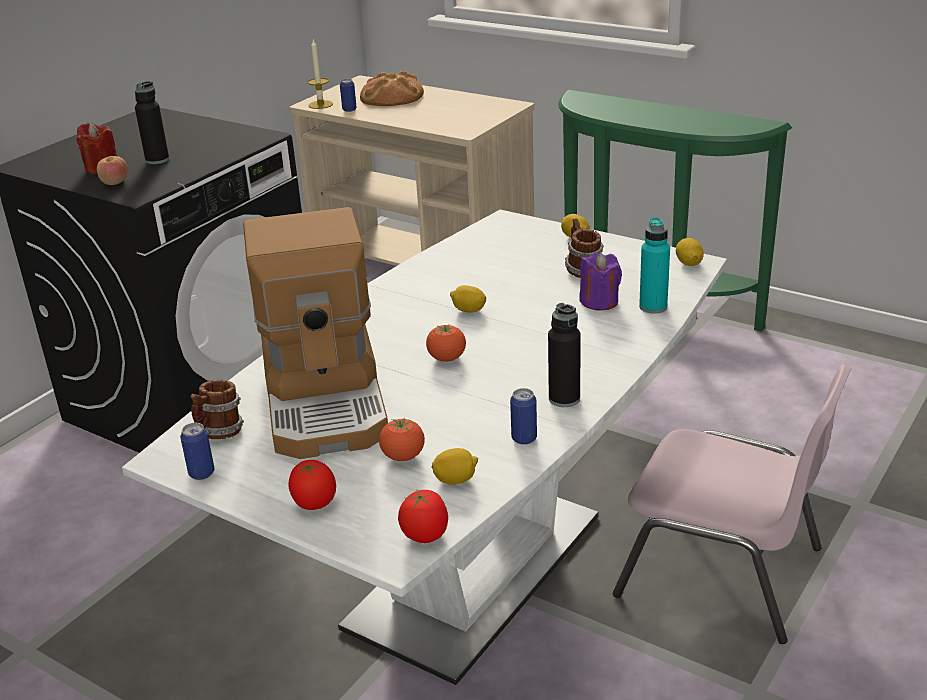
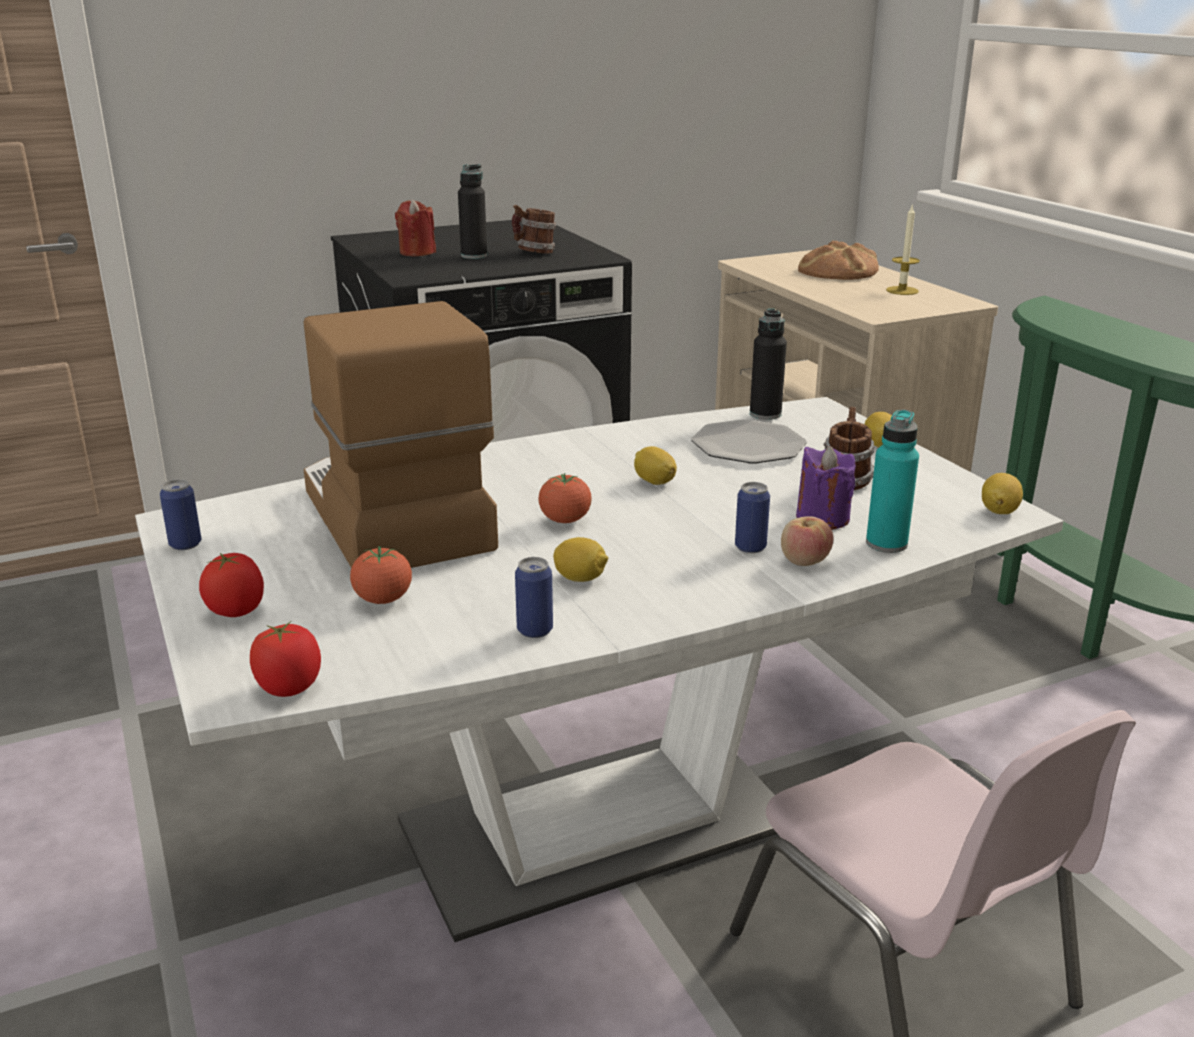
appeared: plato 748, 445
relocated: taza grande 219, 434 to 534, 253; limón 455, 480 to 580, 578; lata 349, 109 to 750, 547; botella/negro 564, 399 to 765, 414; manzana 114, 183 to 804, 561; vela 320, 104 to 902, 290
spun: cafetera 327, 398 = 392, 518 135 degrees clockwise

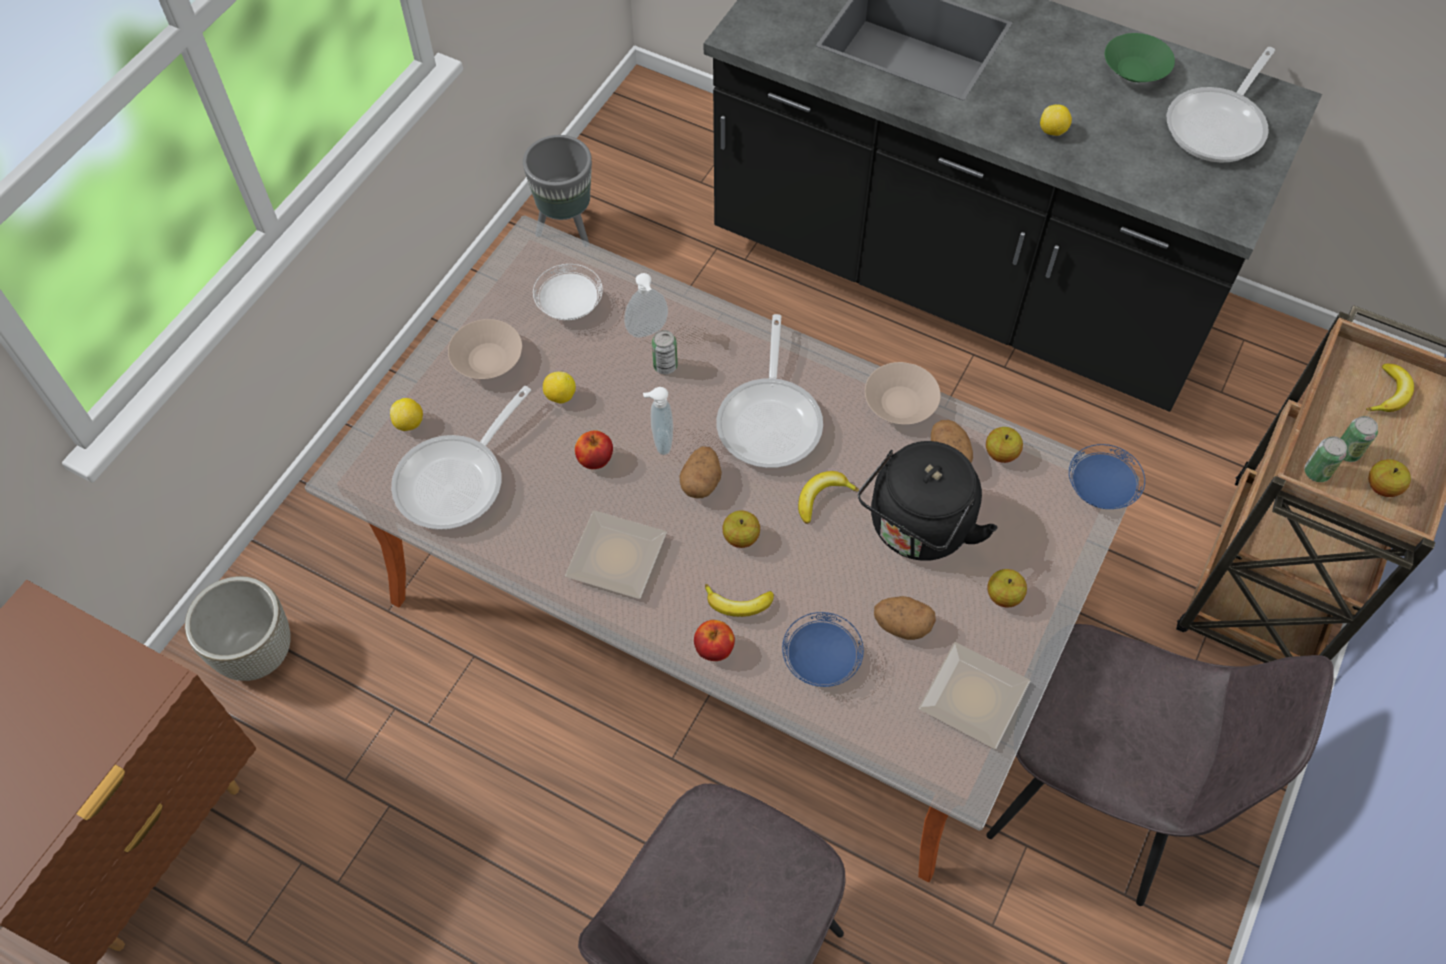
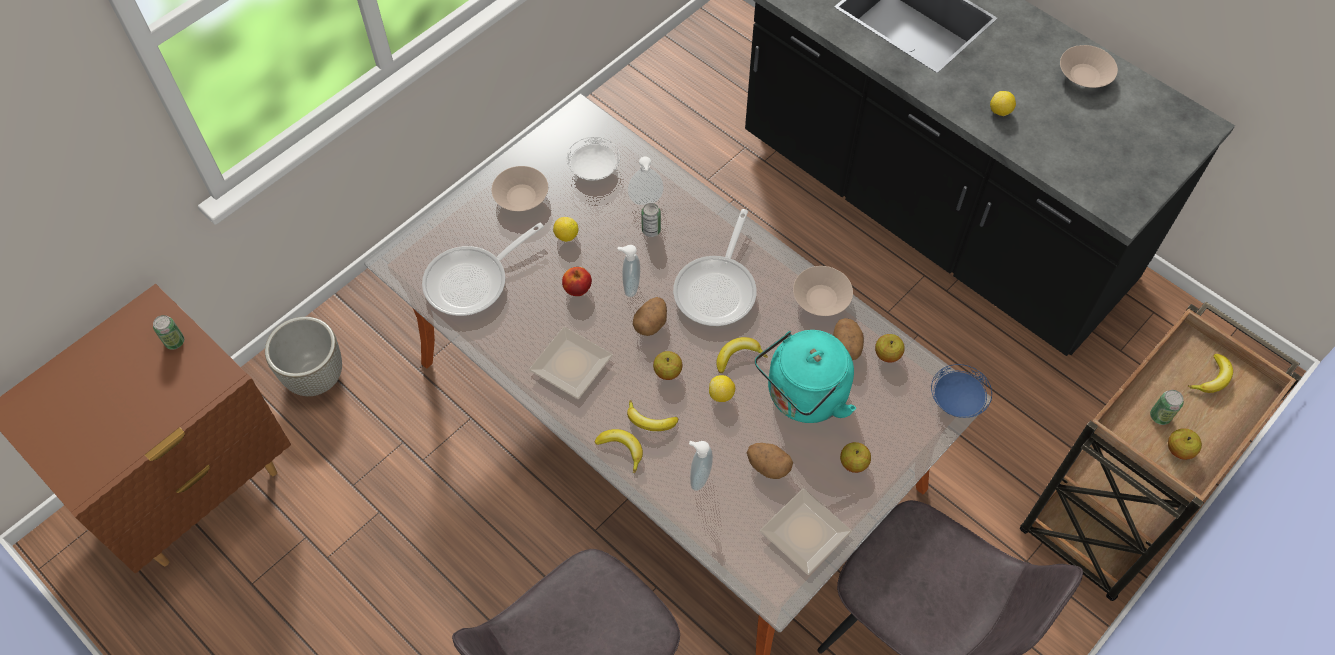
missing: maceta/gris 567, 229; sartén 1219, 126
relocated: lata 1316, 472 to 175, 342; limón 409, 423 to 721, 395
exchanged: manzana 714, 649 to plátano 622, 449; plato/azul 821, 660 to dispensador de jabón 698, 477
colour: hervidor/negro 917, 529 to hervidor/turquesa 803, 397; cuenco/verde 1135, 70 to cuenco/beis 1084, 76

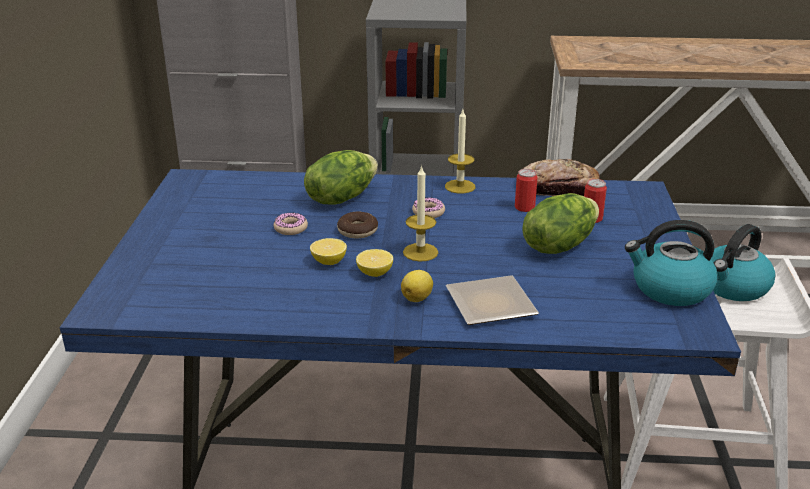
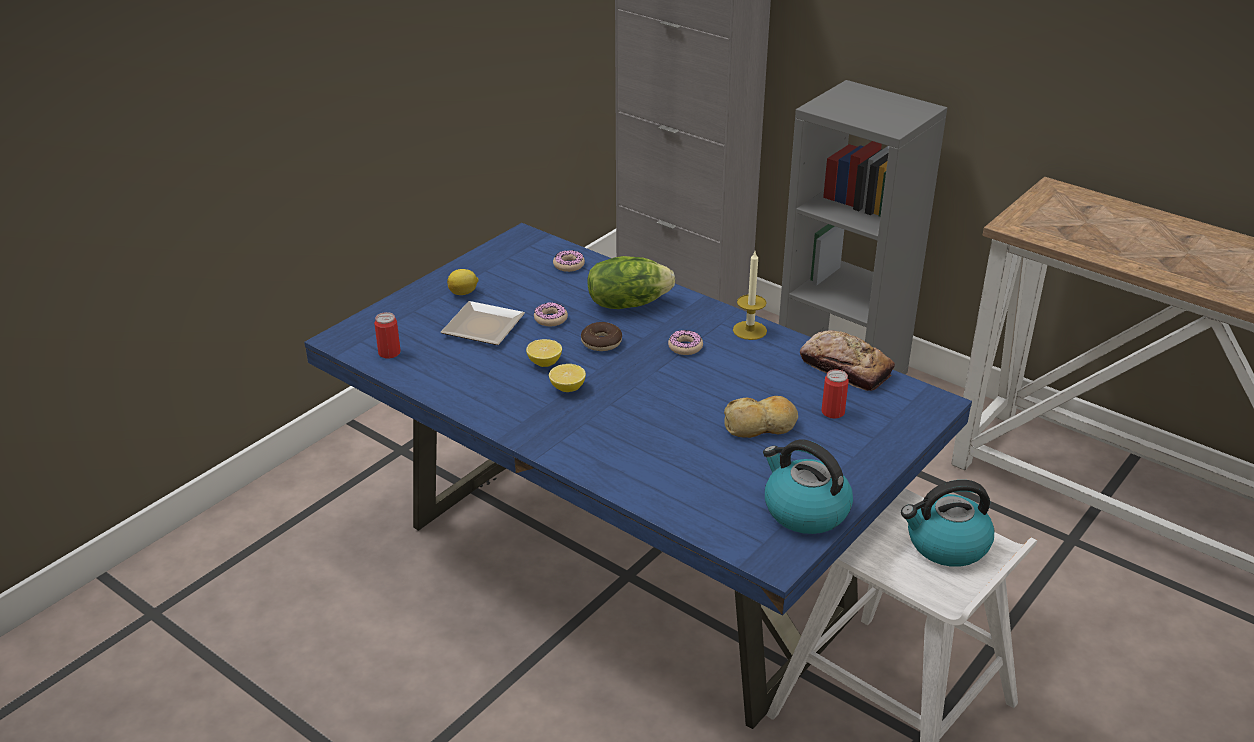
missing: vela 420, 252
appeared: rosquilla 569, 265
relocated: lata 524, 207 to 389, 353; plato 489, 306 to 480, 328; limón 417, 298 to 464, 293
exchanged: lechuga 558, 245 to pan 761, 426

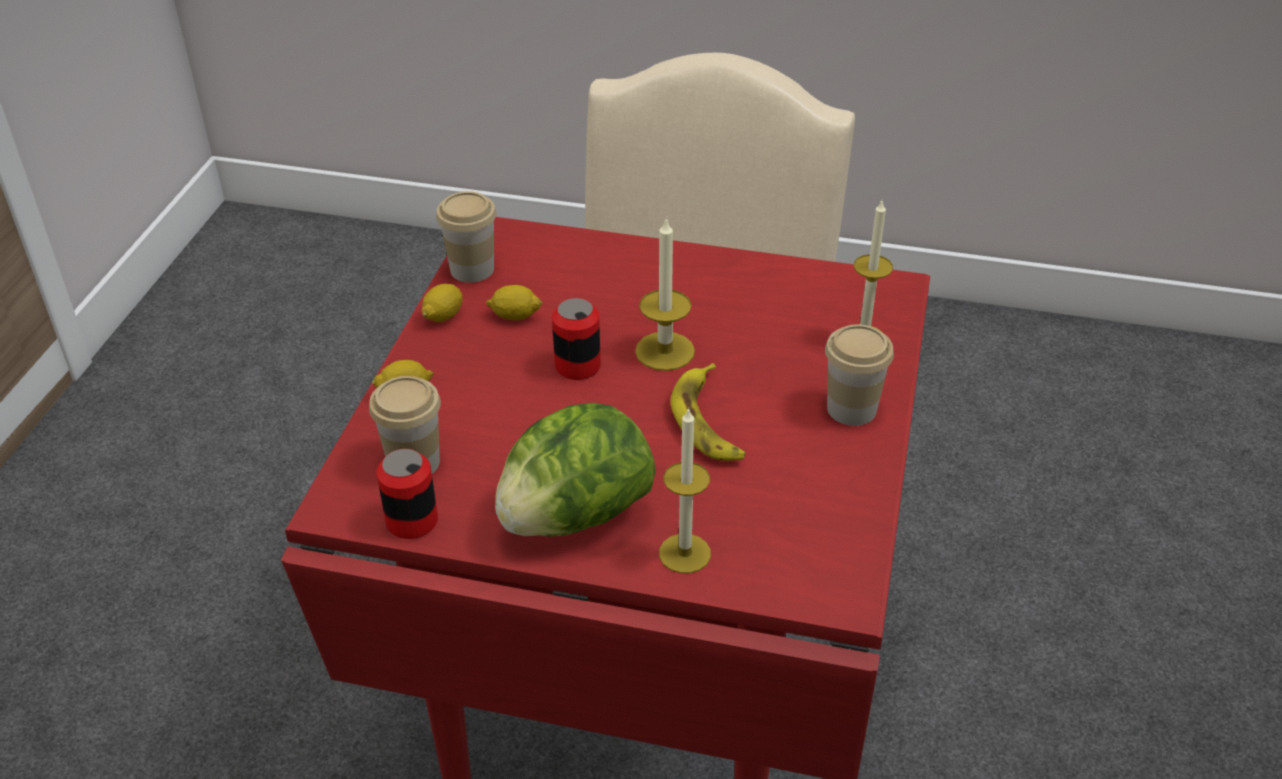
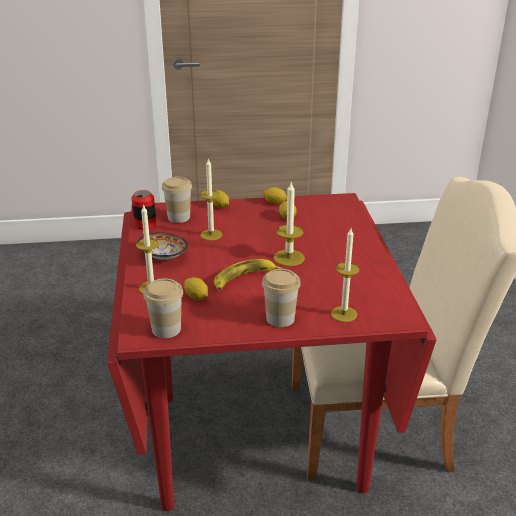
missing: lata 577, 366
appeared: limón 196, 297; vela 211, 235
relocated: taza 472, 269 to 166, 329
exchanged: lechuga 575, 516 to cuenco 163, 257

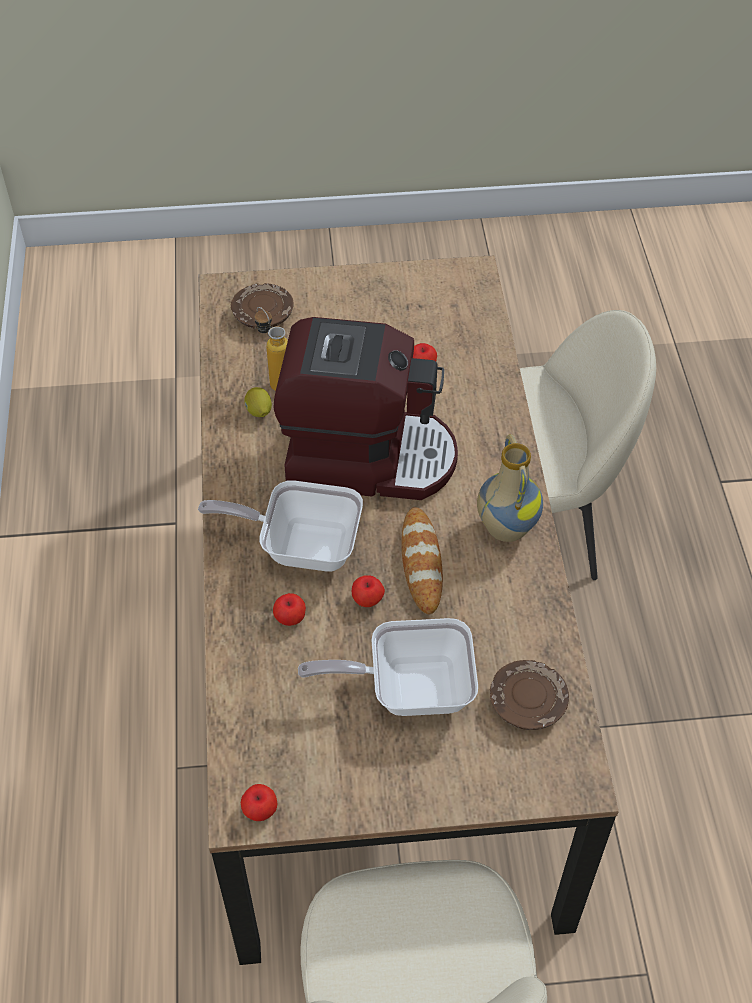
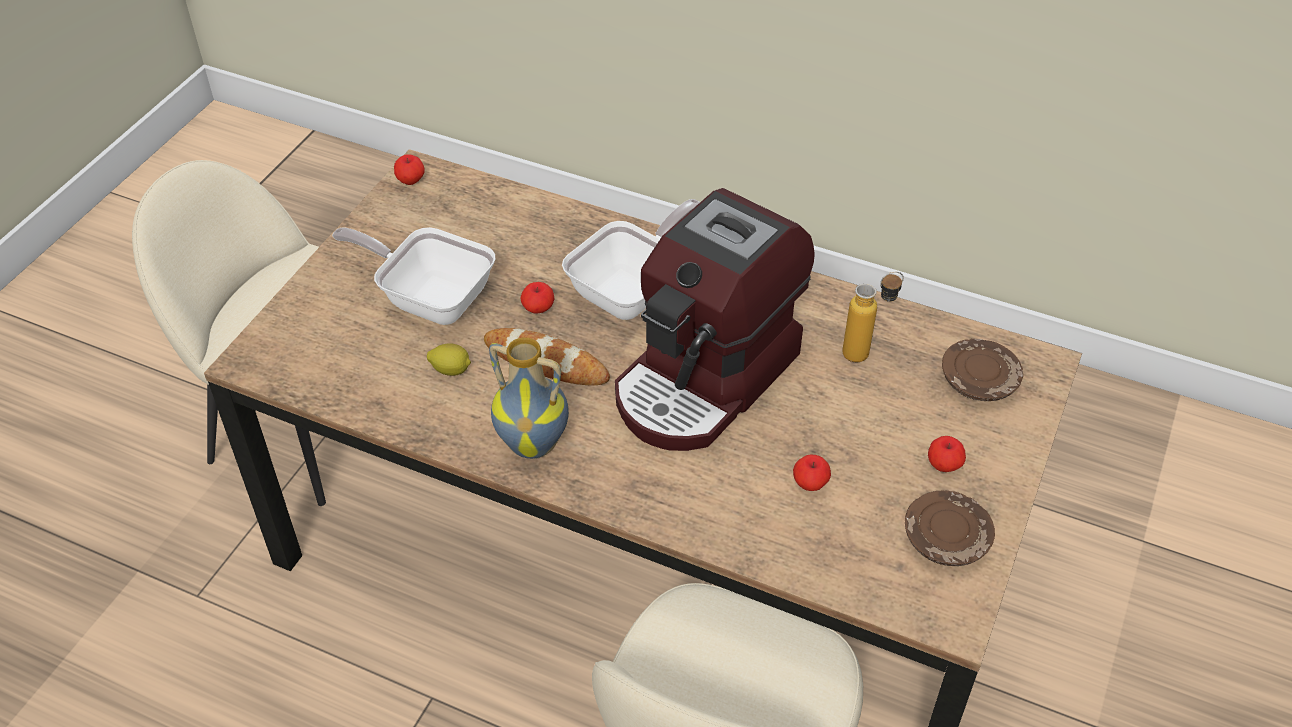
relocated: limón 259, 412 to 451, 370; plato/marrón 527, 702 to 946, 538; manzana 290, 618 to 944, 465
spun: sartén 409, 688 = 430, 298 90 degrees counterclockwise

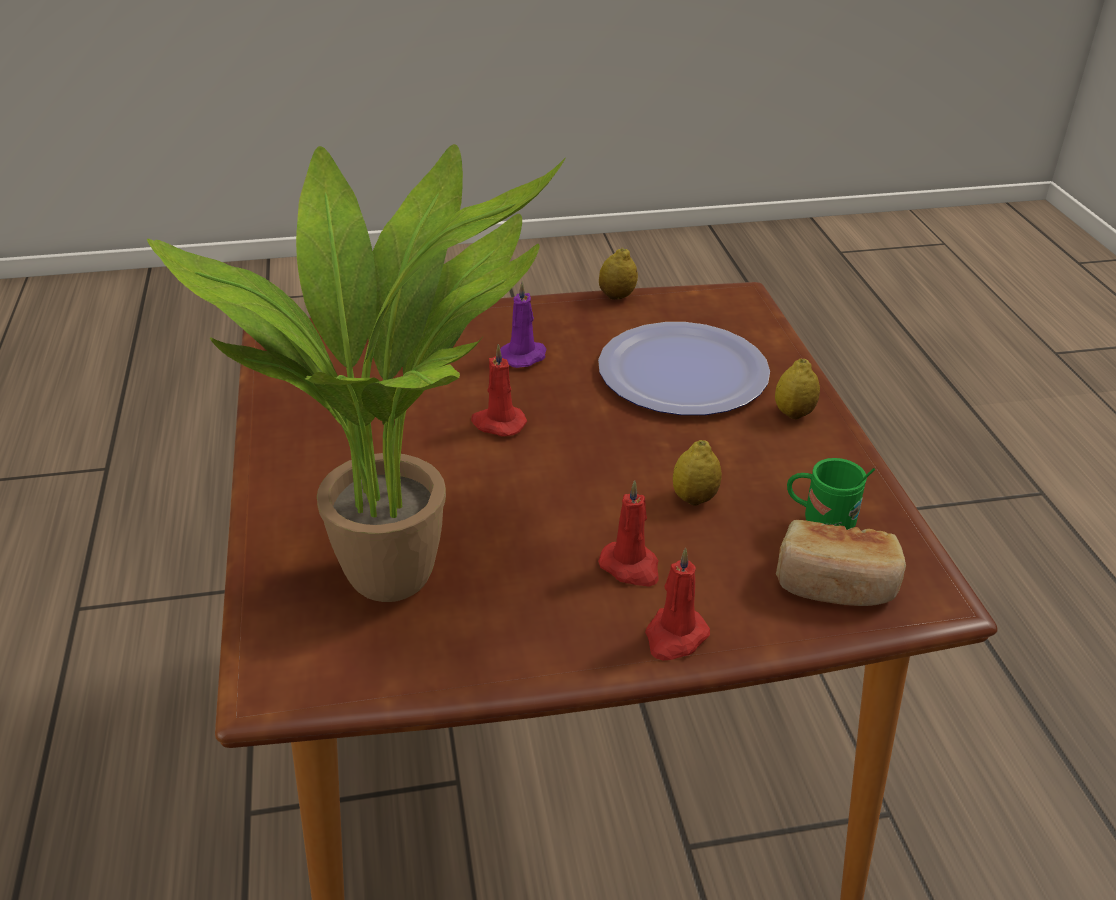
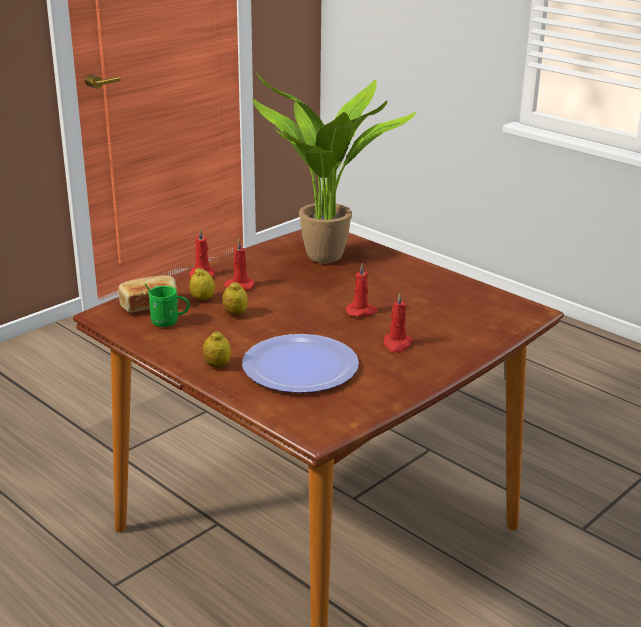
relocated: limón 617, 296 to 202, 299
colour: vela/morado 524, 356 to vela/rojo 397, 344

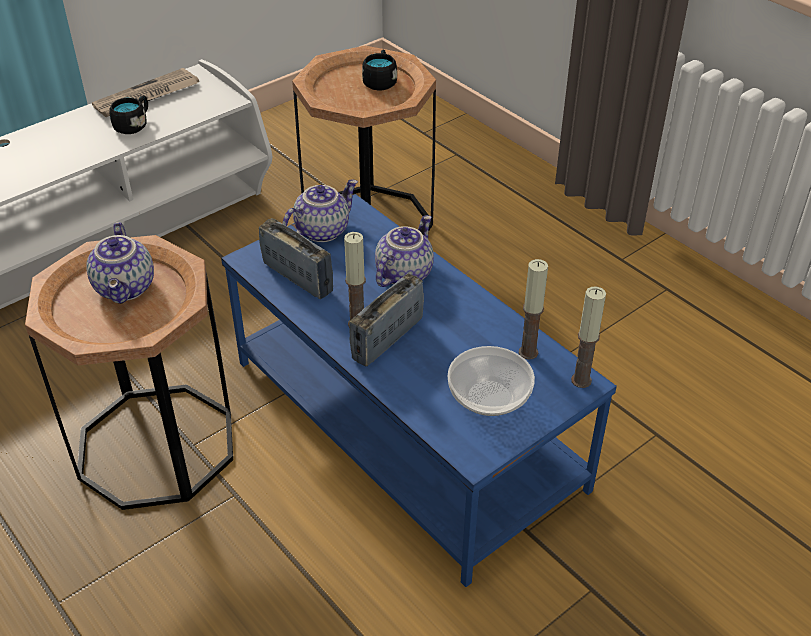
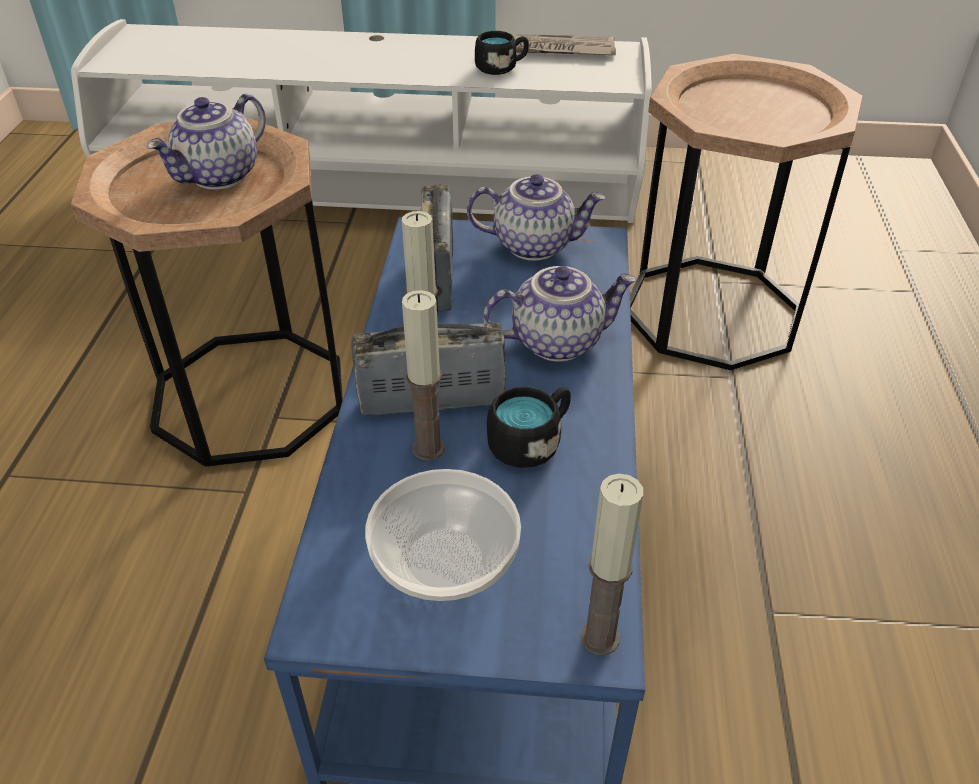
relocated: vela 528, 352 to 428, 448; taza grande/negro 380, 81 to 531, 442

